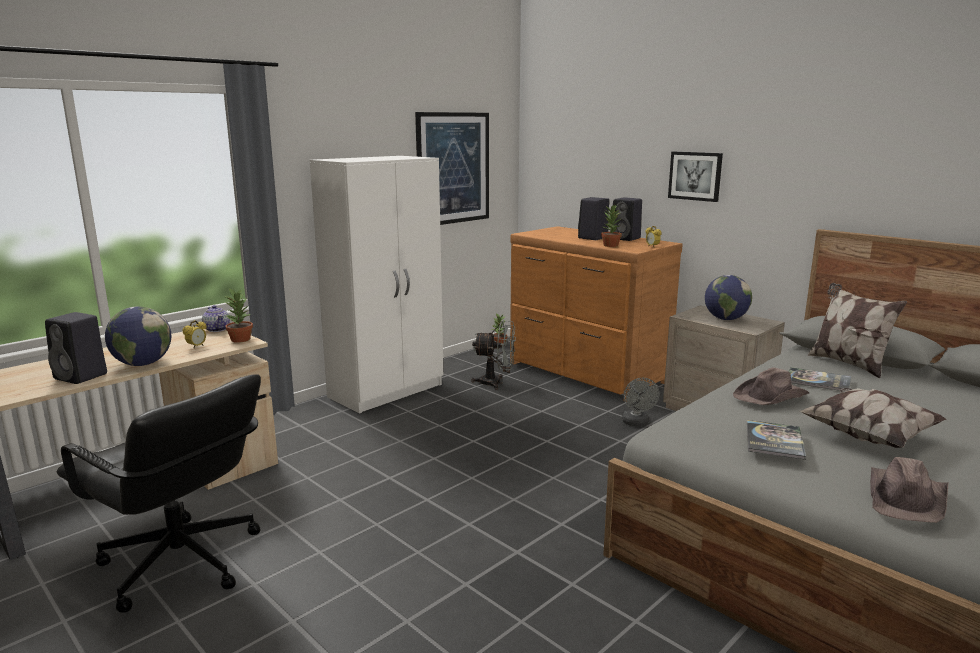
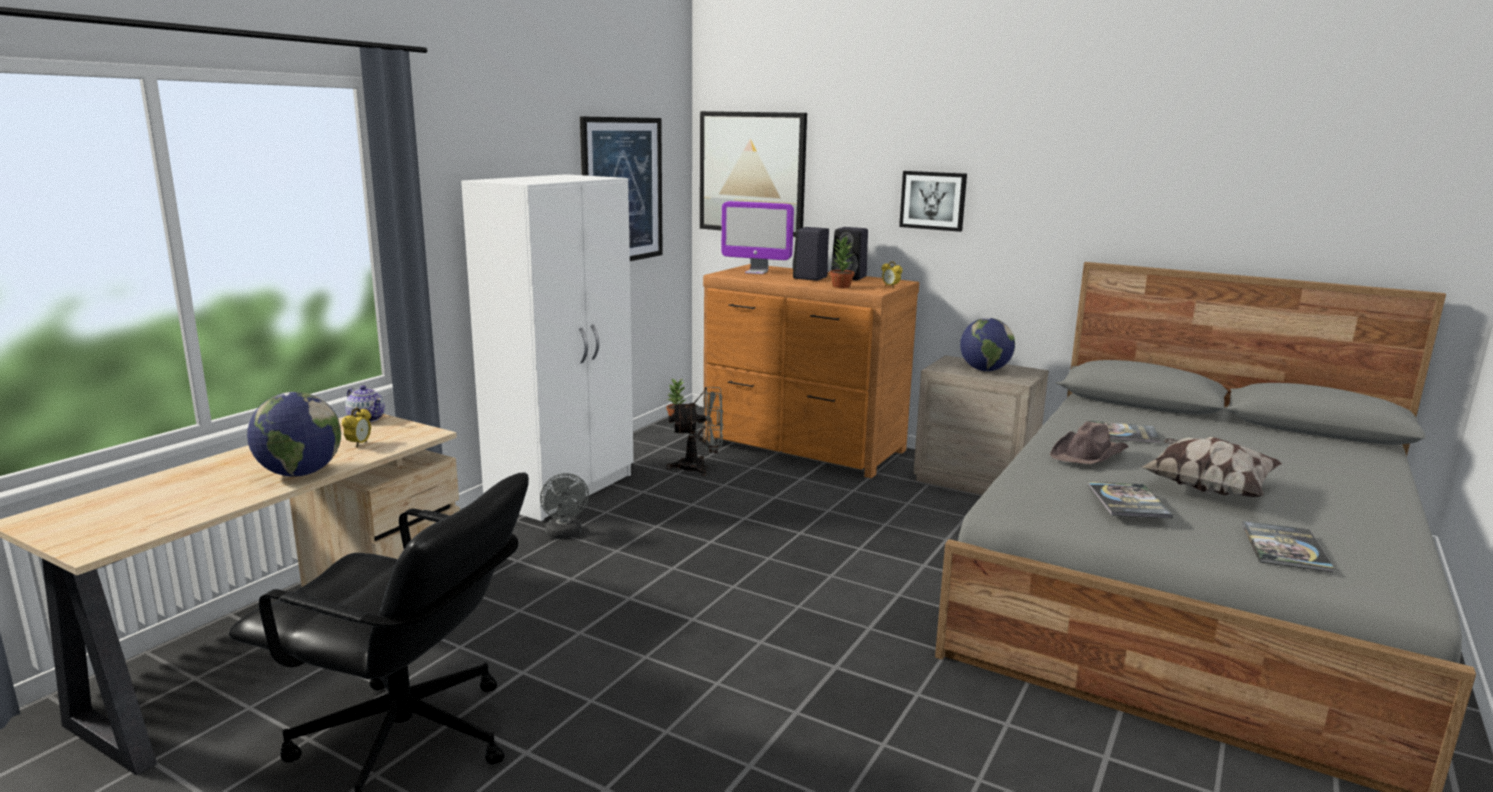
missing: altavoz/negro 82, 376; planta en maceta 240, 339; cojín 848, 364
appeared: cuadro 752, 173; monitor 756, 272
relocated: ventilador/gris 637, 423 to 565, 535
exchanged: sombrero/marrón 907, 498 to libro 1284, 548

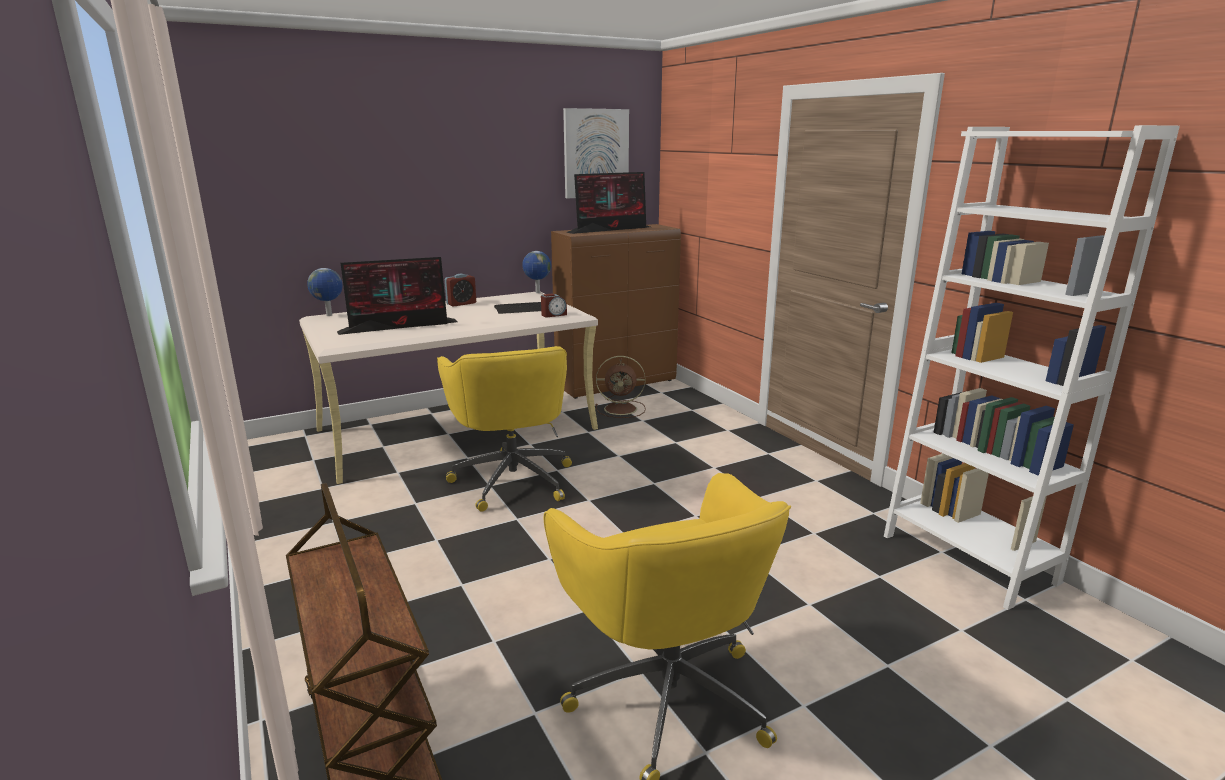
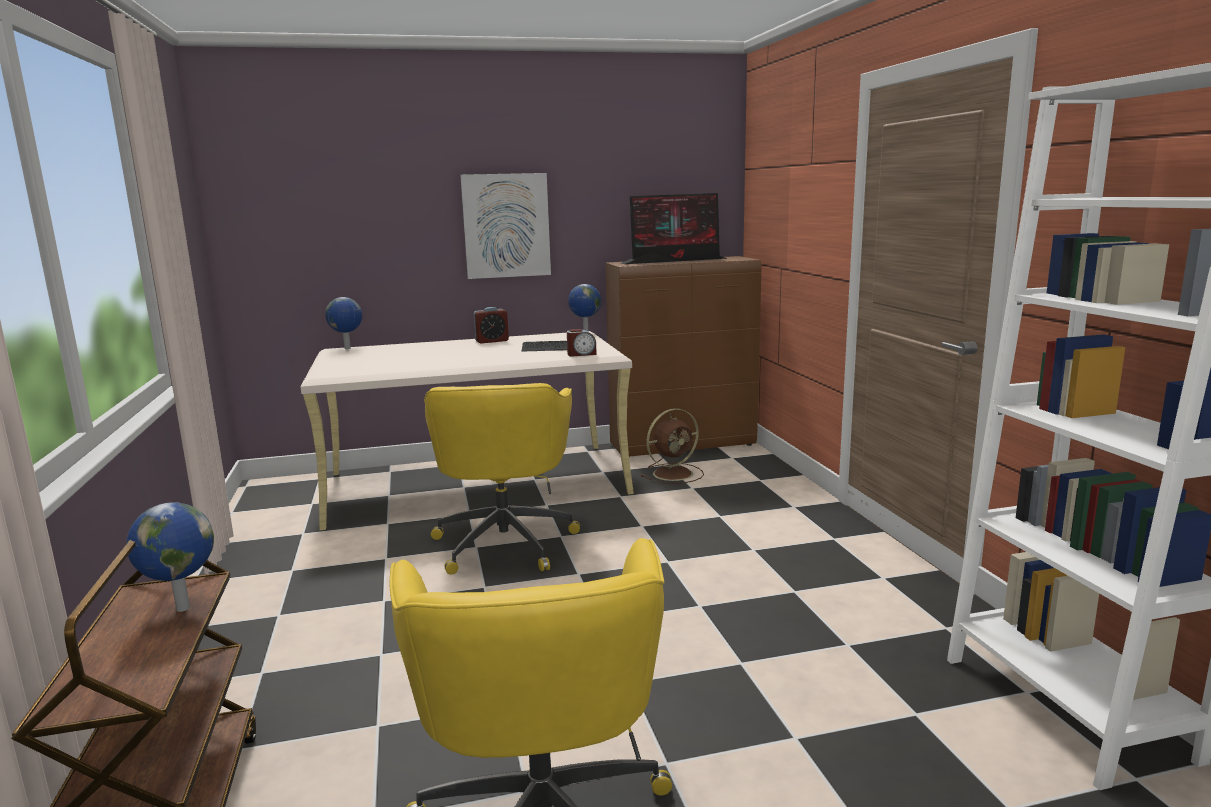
missing: monitor 401, 326
appeared: globo terráqueo 181, 608
relocated: cuadro 596, 153 to 506, 226
spun: ventilador/marrón 622, 409 = 674, 473 45 degrees counterclockwise

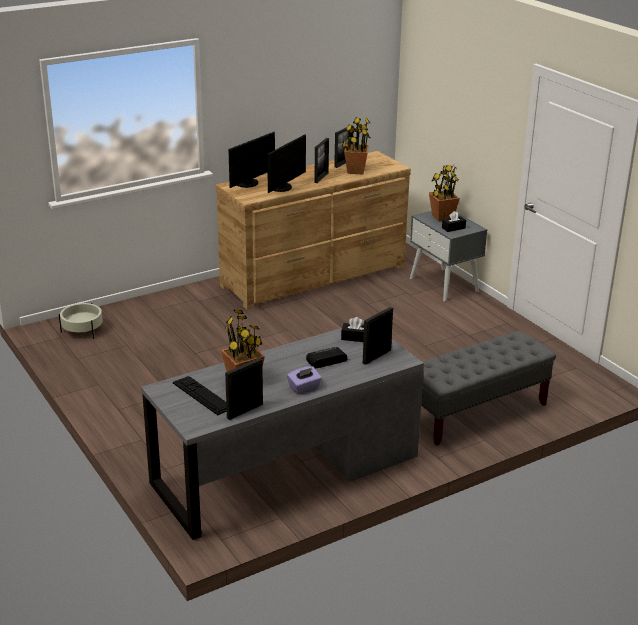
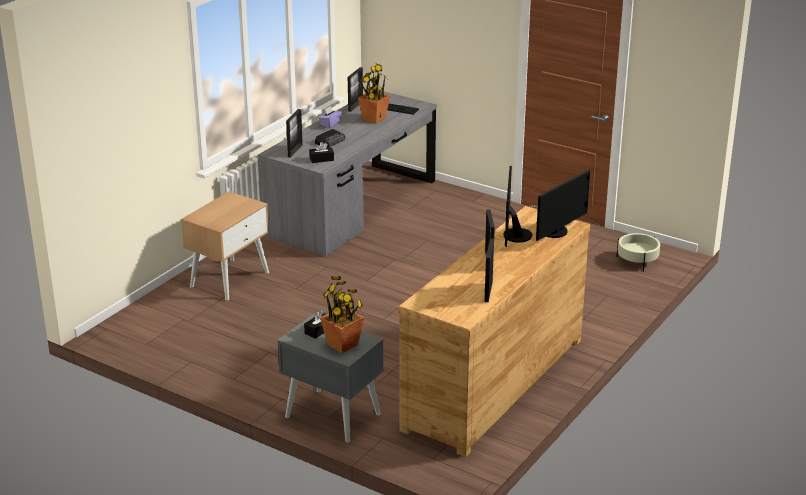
missing: planta en maceta 355, 171
exchanged: banco/gris 476, 412 to mesita de noche/beis 230, 279
spun: monitor 249, 183 = 556, 232 150 degrees counterclockwise

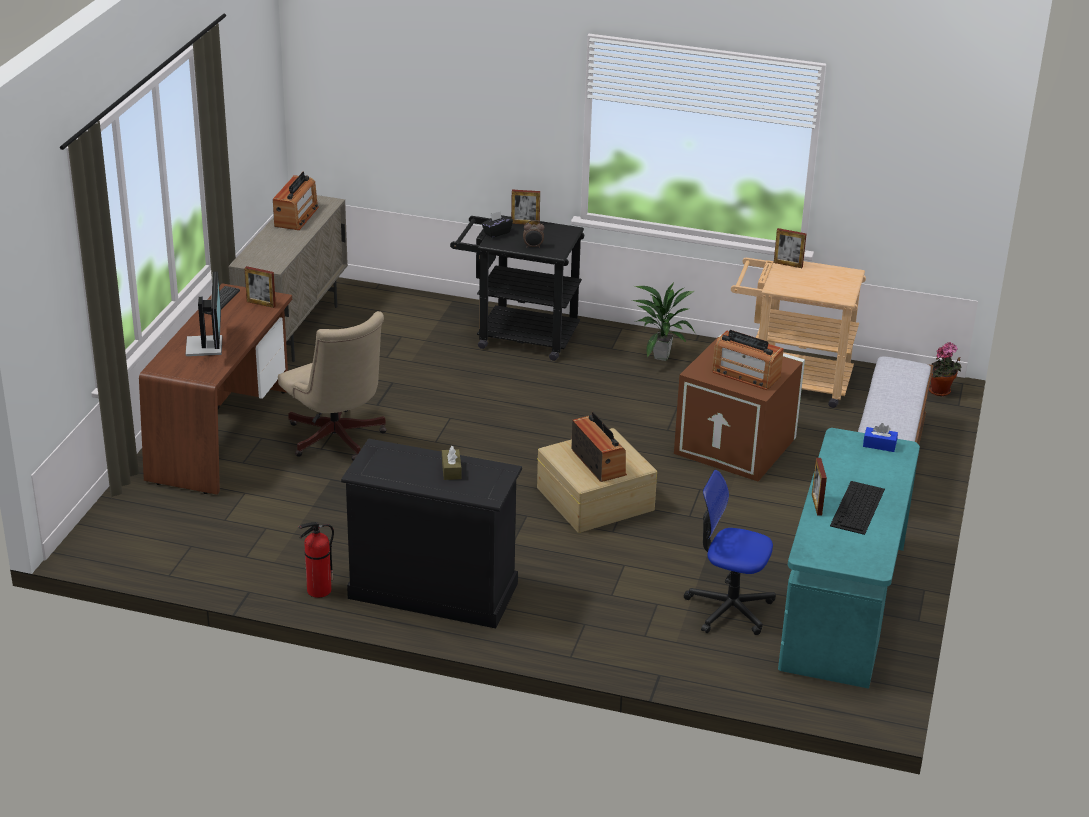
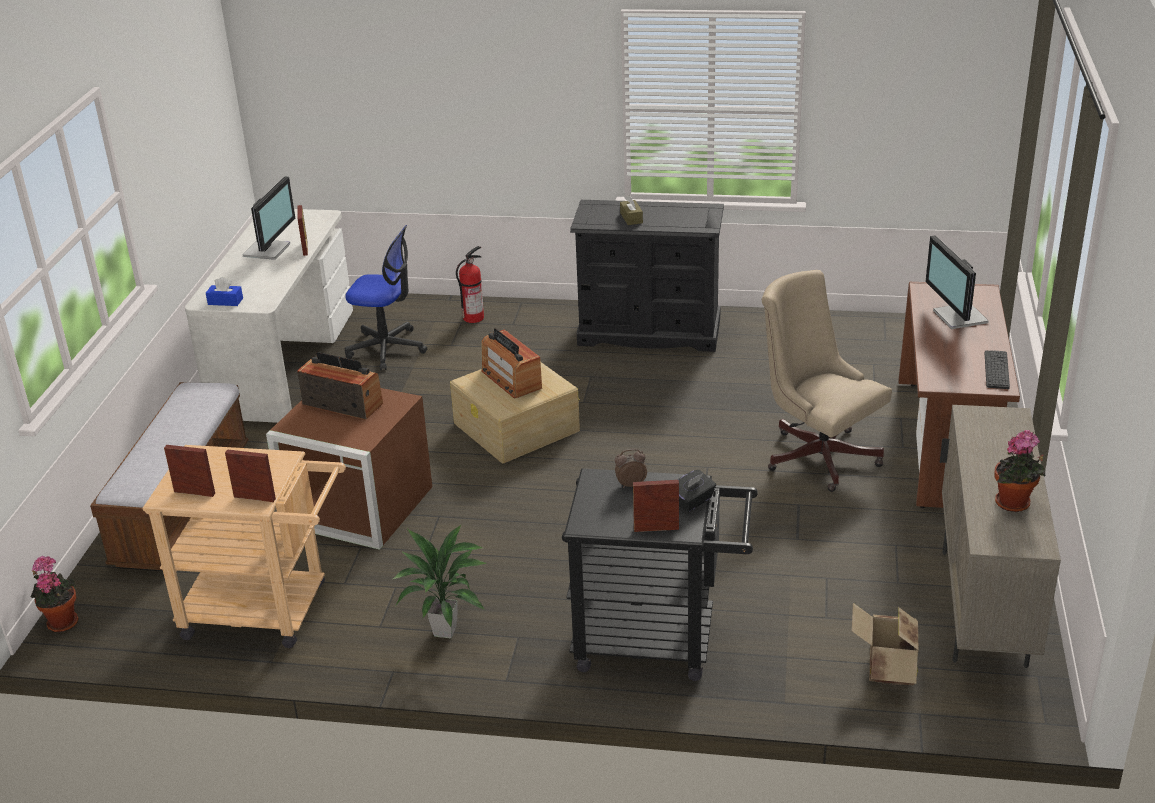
appeared: caja de cartón 886, 670
relocated: portarretratos 261, 304 to 194, 492; extintor 318, 590 to 474, 317
exchanged: teclado 857, 508 to monitor 269, 250; radio 296, 216 to planta en maceta 1014, 504
colour: escritorio/turquesa 843, 606 to escritorio/blanco 284, 361

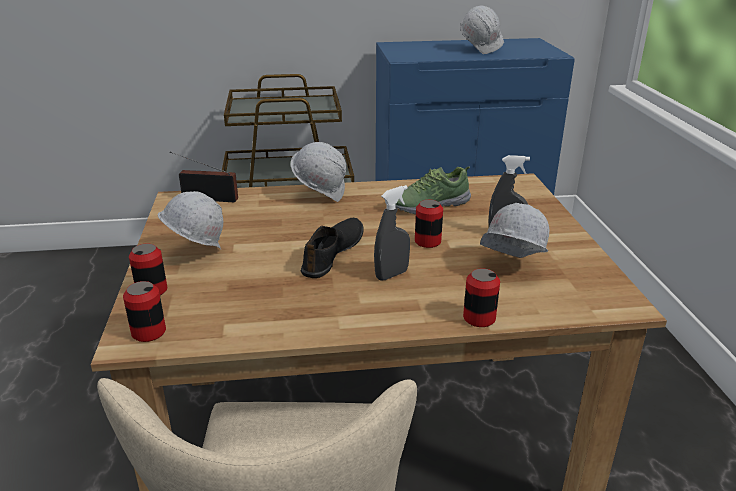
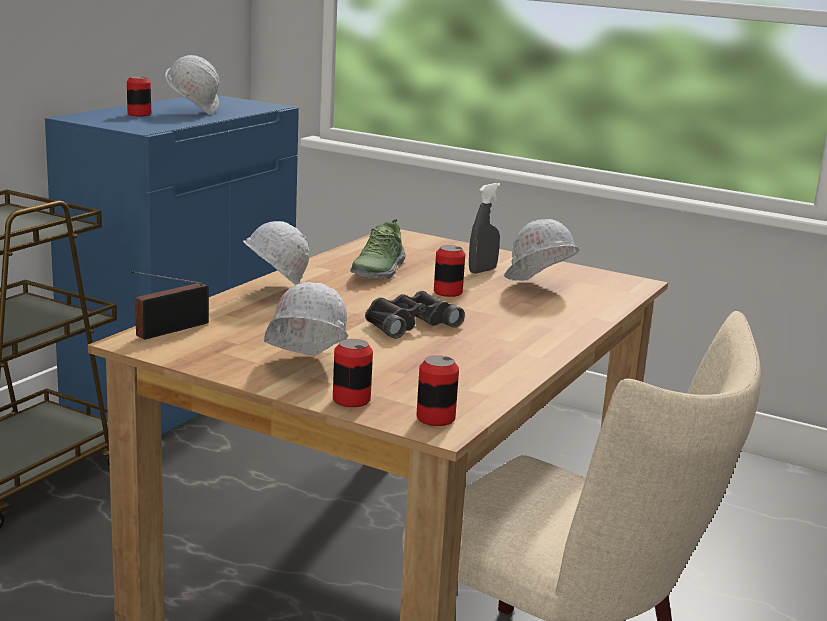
missing: pulverizador/gris 391, 275
relocated: lata 479, 318 to 139, 114
exchanged: zapato/negro 333, 253 to prismáticos/negro 408, 323

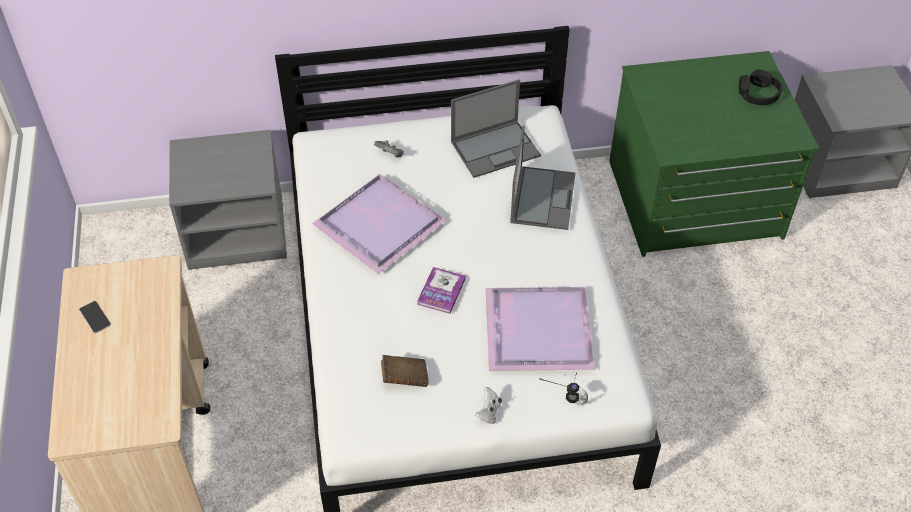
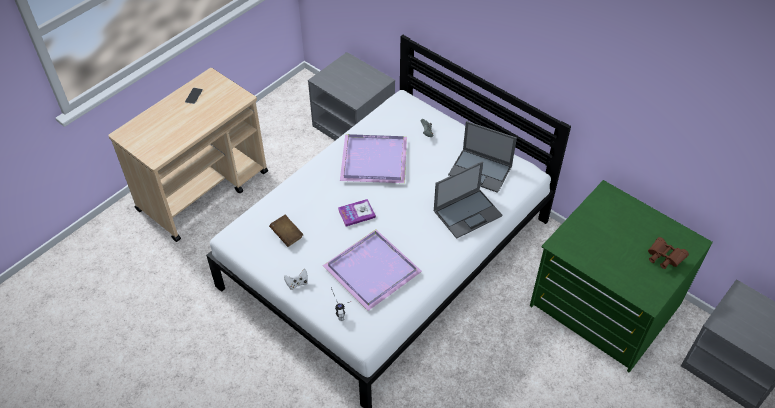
exchanged: auriculares/negro 758, 94 to prismáticos/marrón 663, 258

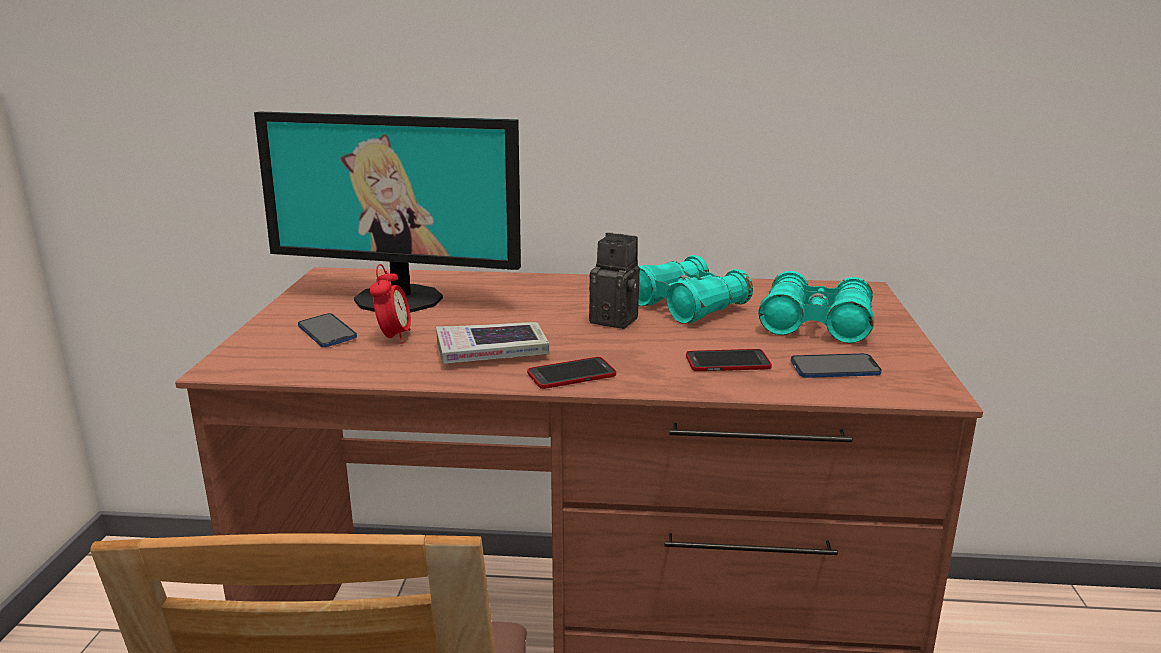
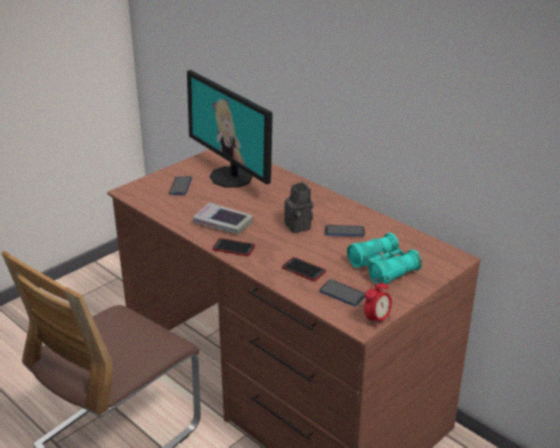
relocated: despertador 394, 337 to 376, 319
exchanged: prismáticos/turquesa 687, 306 to móvil 344, 232

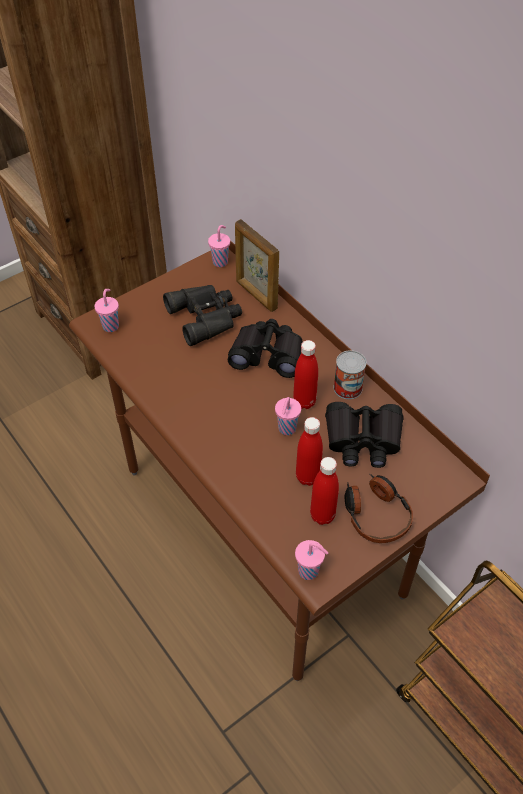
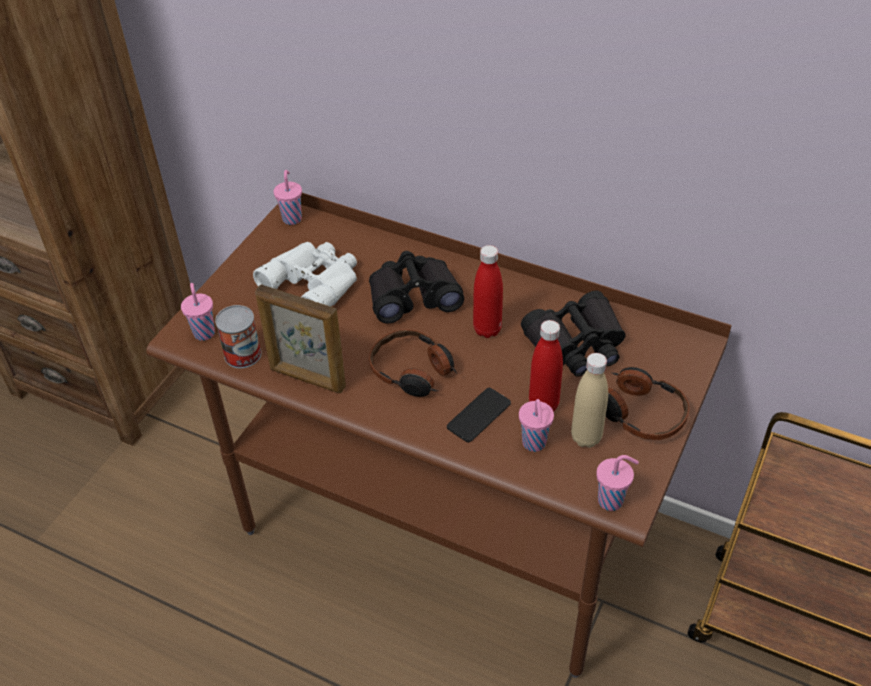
appeared: auriculares 413, 371; móvil 479, 415
relocated: lata 347, 388 to 242, 354; portarretratos 256, 295 to 307, 378; taza/rosa 286, 429 to 534, 444
colour: prismáticos/negro 206, 316 to prismáticos/blanco 315, 281; botella/rojo 322, 515 to botella/beis 586, 437

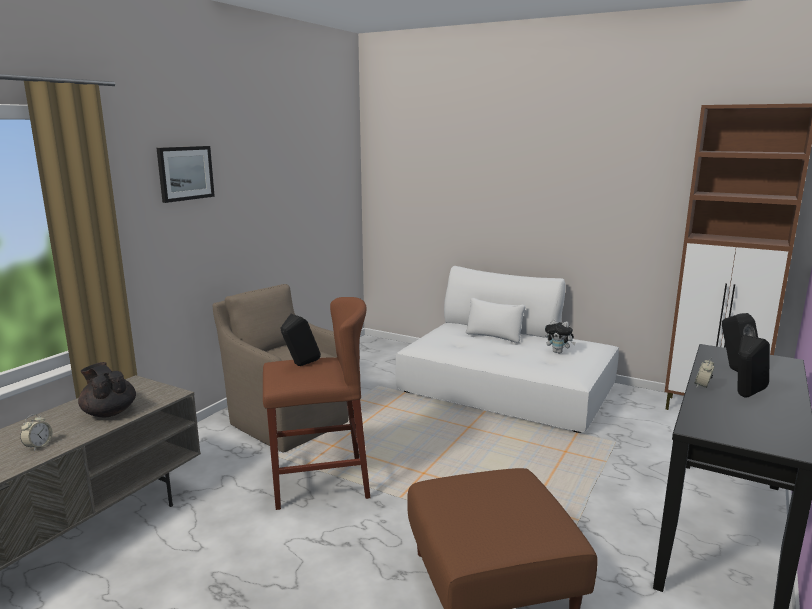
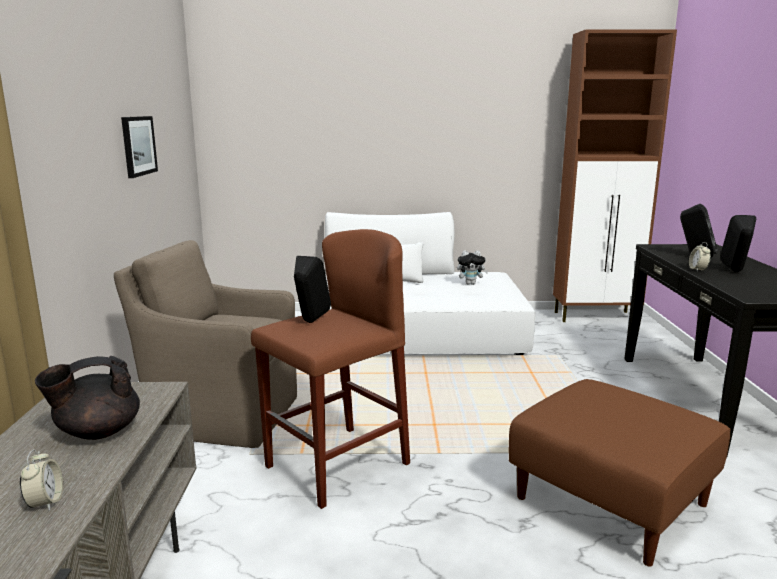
relocated: cuadro 185, 173 to 138, 145
spun: tetera/negro 109, 412 = 97, 432 45 degrees counterclockwise

